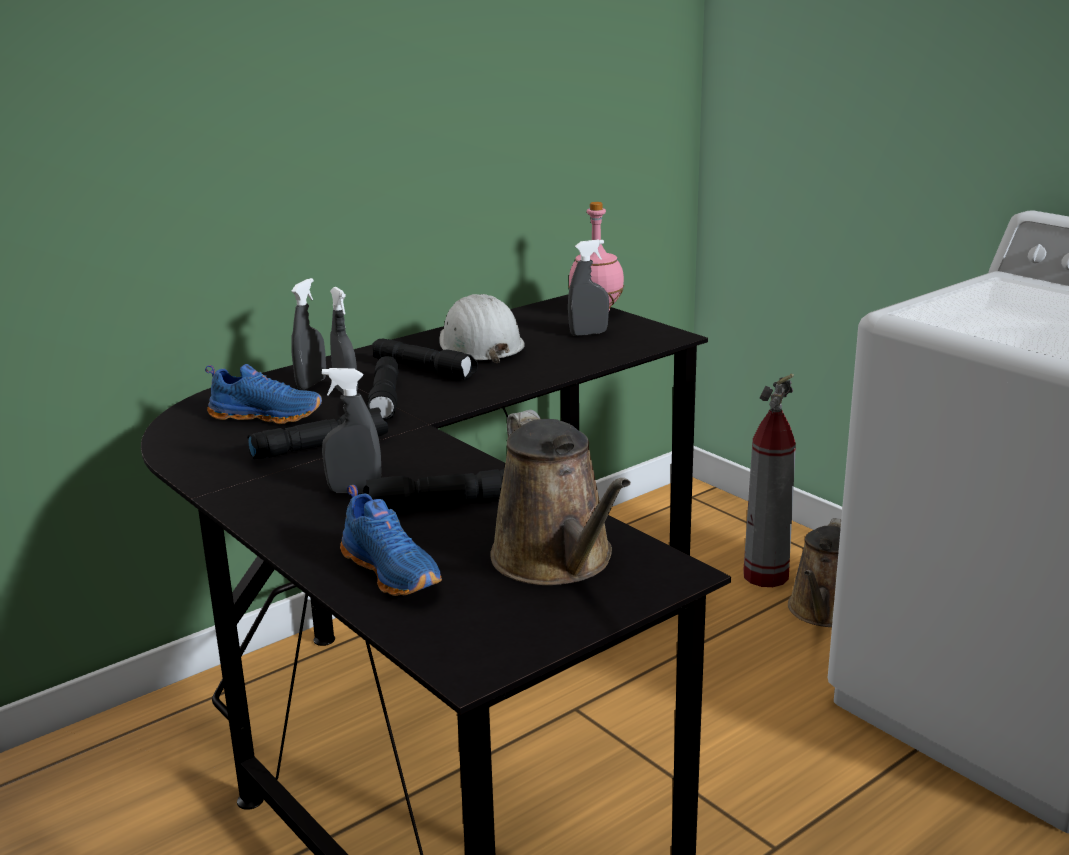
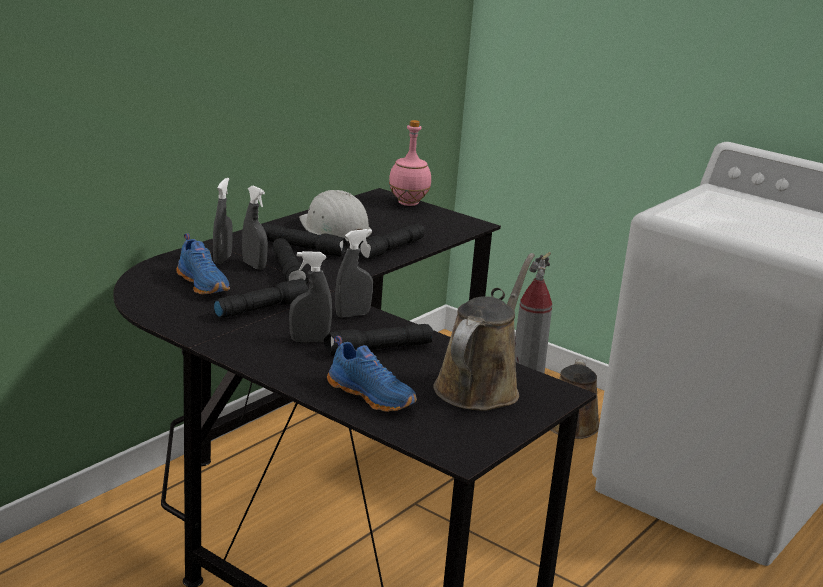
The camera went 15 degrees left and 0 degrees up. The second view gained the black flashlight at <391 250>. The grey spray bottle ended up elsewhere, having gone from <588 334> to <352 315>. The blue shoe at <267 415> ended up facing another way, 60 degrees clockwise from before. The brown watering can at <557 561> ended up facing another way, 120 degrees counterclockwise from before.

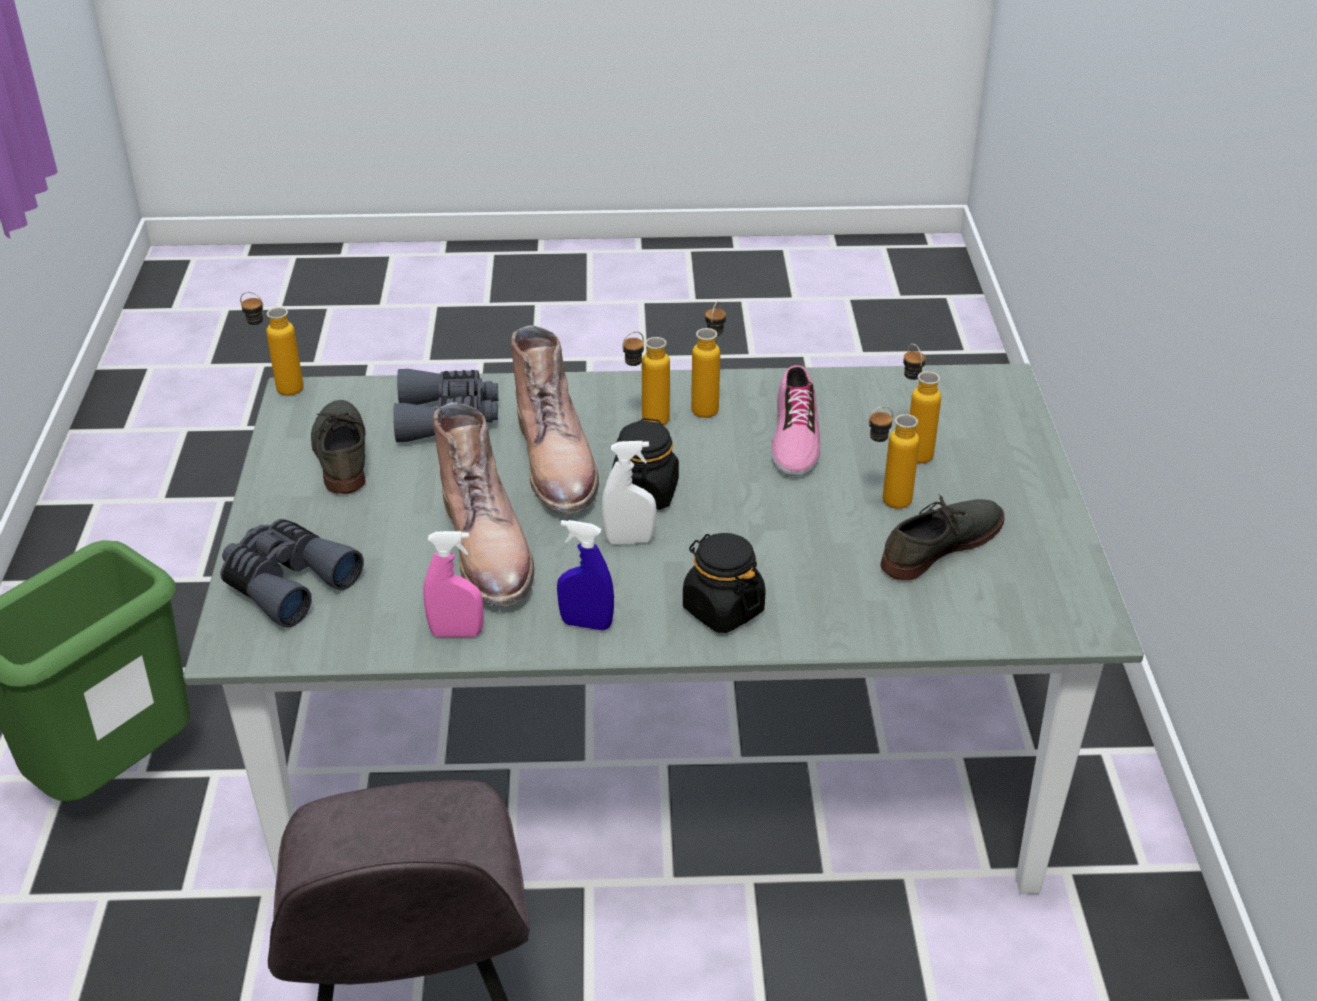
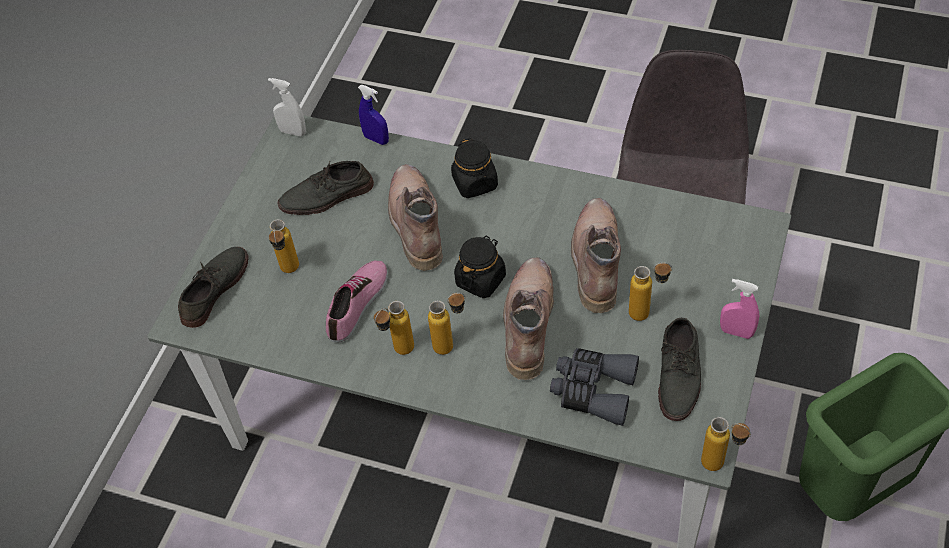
The camera went 155 degrees left and 15 degrees up. The second view lost the grey binoculars at <287 582>. The second view gained the grey shoe at <214 288>. The second view gained the brown boot at <414 222>. The pink spray bottle ended up elsewhere, having gone from <456 633> to <736 332>. The blue spray bottle ended up elsewhere, having gone from <586 624> to <376 139>. The white spray bottle ended up elsewhere, having gone from <629 540> to <293 132>. The bottle ended up elsewhere, having gone from <885 503> to <647 313>.

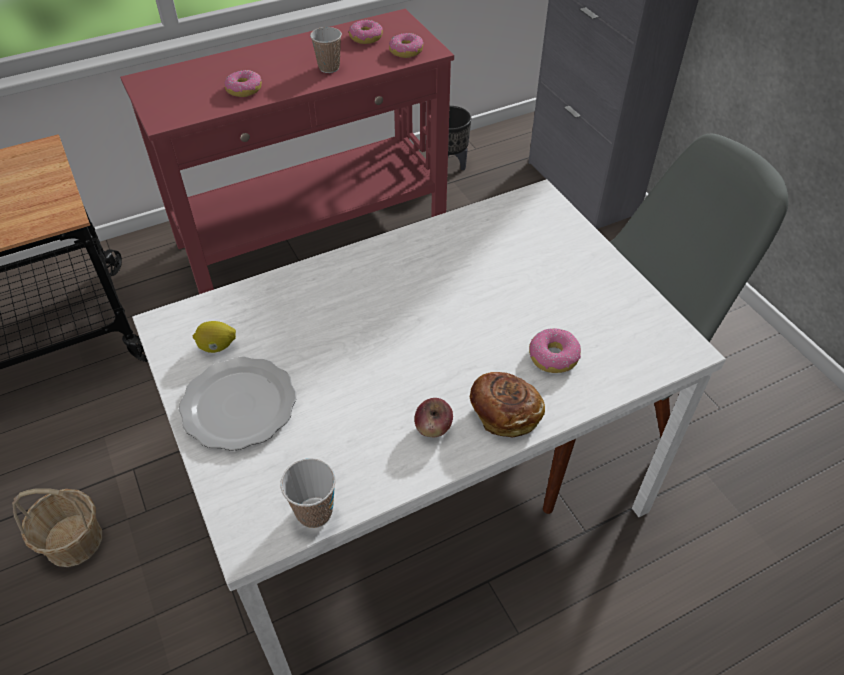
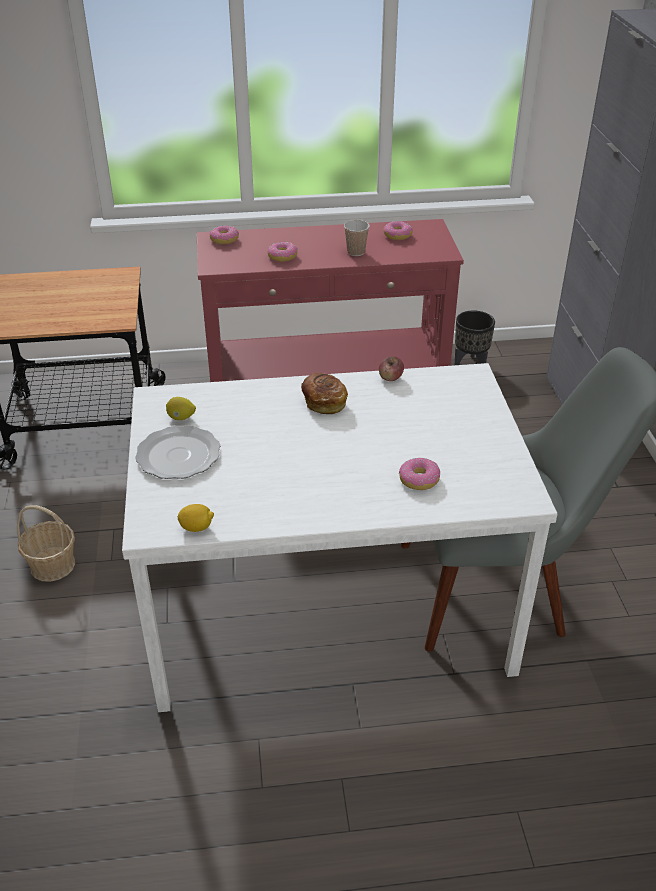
The camera went 20 degrees right and 10 degrees down. The donut ended up elsewhere, having gone from <406 51> to <224 239>. The apple ended up elsewhere, having gone from <433 428> to <390 378>. The bread ended up elsewhere, having gone from <504 414> to <324 402>. Where the cup stood at <314 512>, the lemon came to stand at <197 527>.

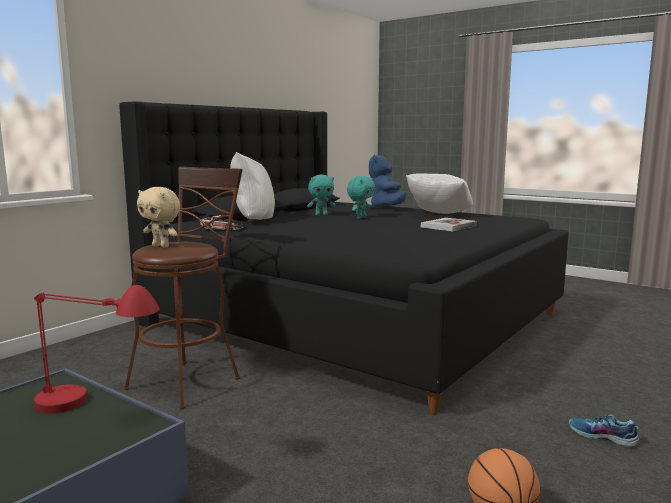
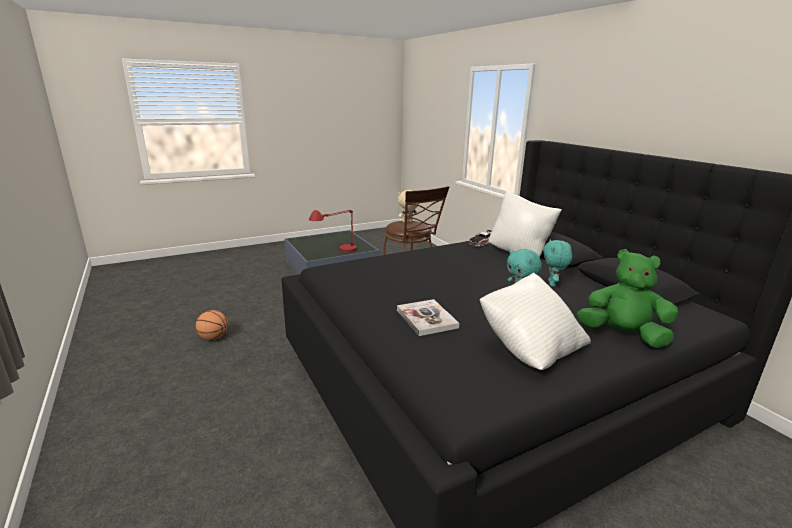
The camera went 115 degrees right and 10 degrees up. The second view lost the shoe at <602 437>. What was the blue plush toy at <386 208> turned into the green plush toy at <622 335>.

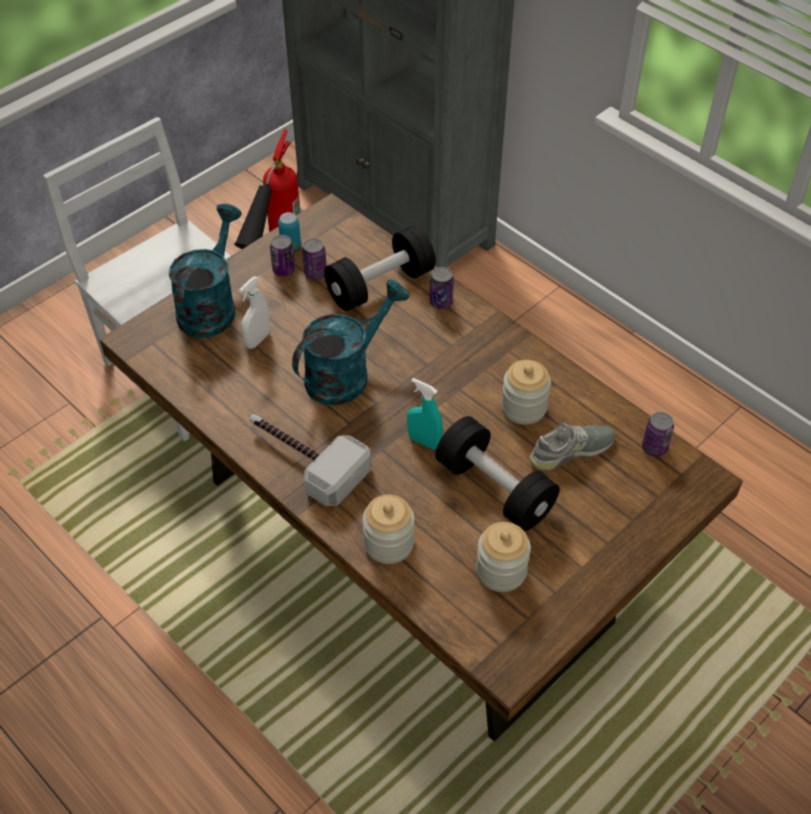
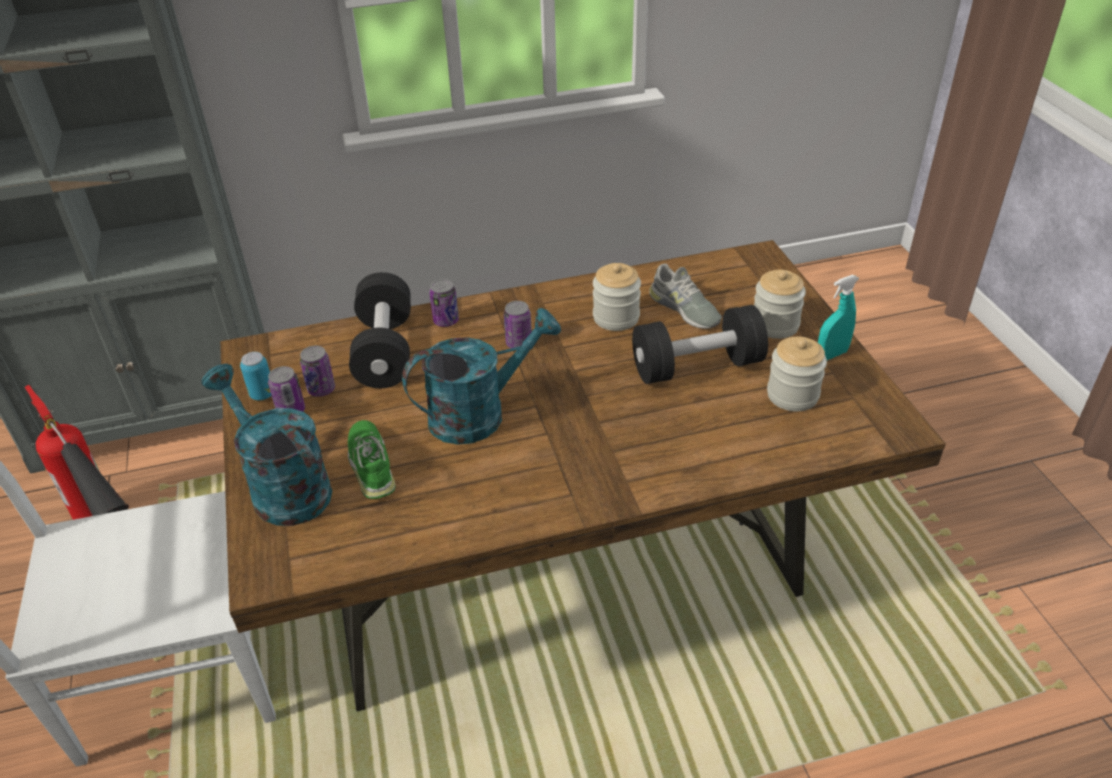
The camera went 60 degrees left and 10 degrees down. The second view lost the hammer at <303 458>. The jar ended up elsewhere, having gone from <388 543> to <775 325>. The turquoise spray bottle ended up elsewhere, having gone from <424 441> to <831 354>. The can ended up elsewhere, having gone from <654 447> to <519 343>. Where the white spray bottle stood at <257 340>, the green shoe came to stand at <372 464>. The turquoise watering can at <346 373> ended up facing another way, 75 degrees clockwise from before. The grey shoe at <571 451> ended up facing another way, 135 degrees clockwise from before.

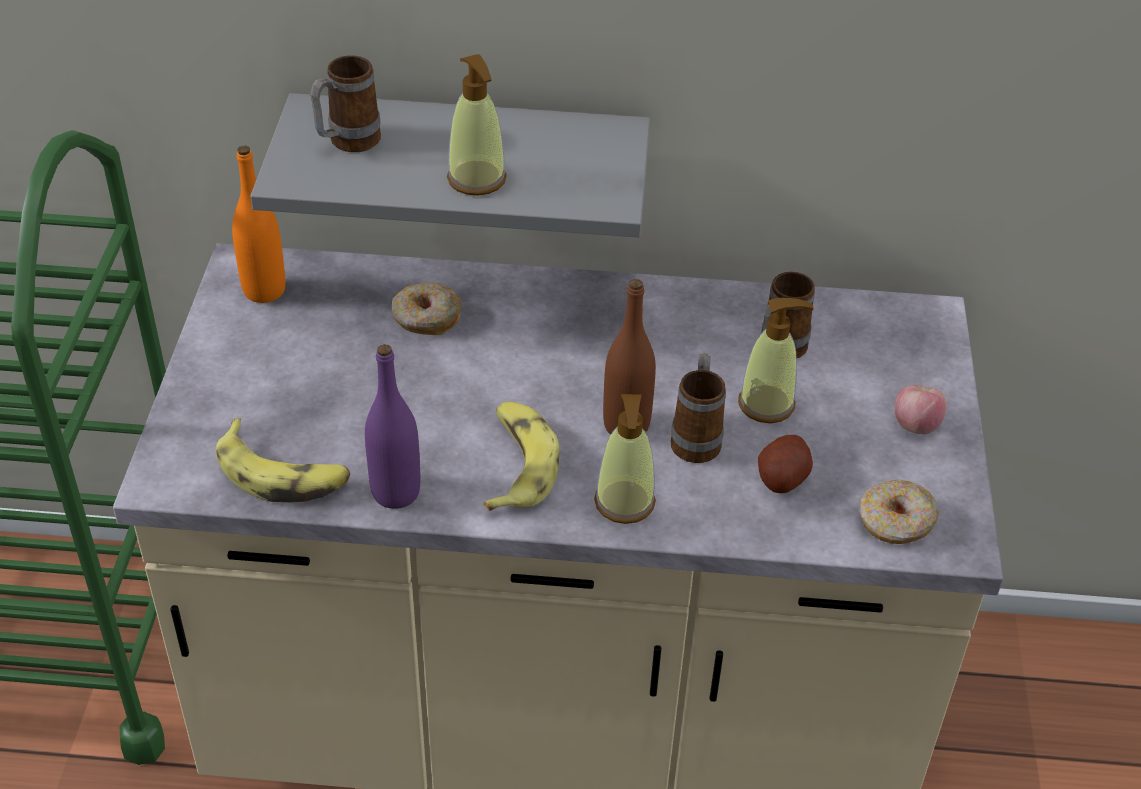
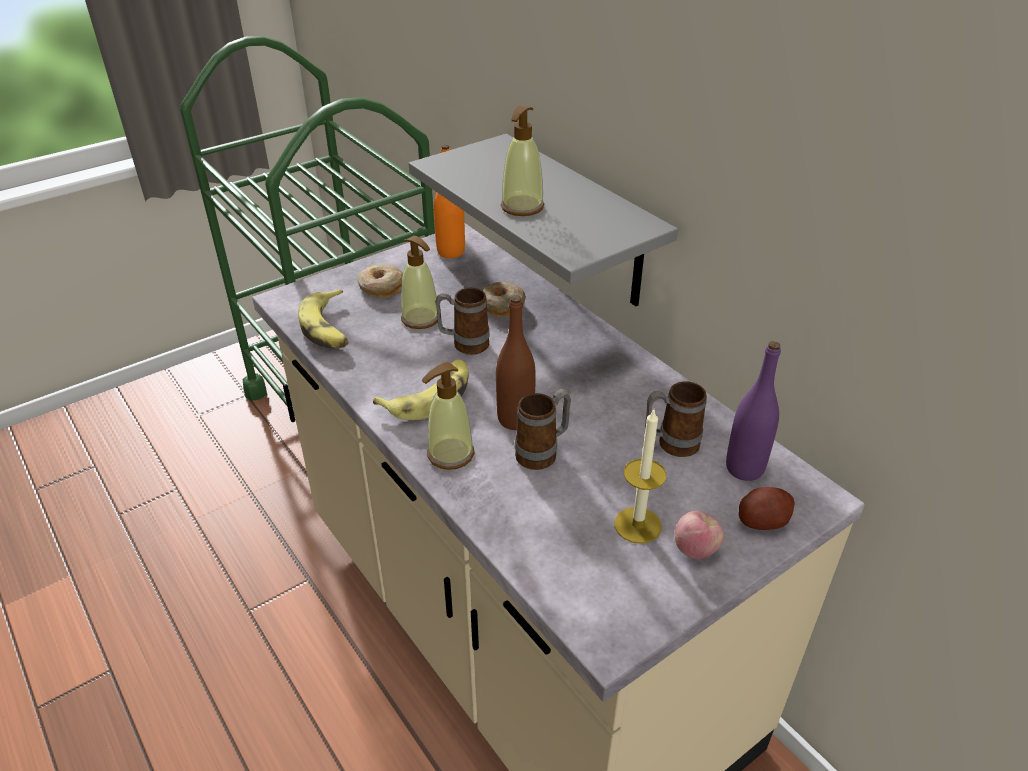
The camera went 50 degrees right and 5 degrees down. The second view gained the candle at <637 525>. The mug ended up elsewhere, having gone from <347 143> to <464 344>. The purple bottle ended up elsewhere, having gone from <396 492> to <744 468>. The soap dispenser ended up elsewhere, having gone from <767 404> to <420 319>. The potato ended up elsewhere, having gone from <782 478> to <762 521>. The donut ended up elsewhere, having gone from <895 522> to <381 287>.

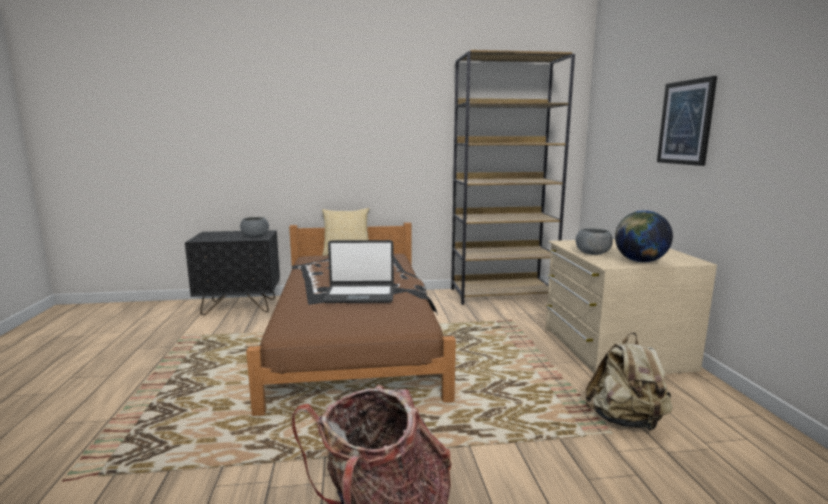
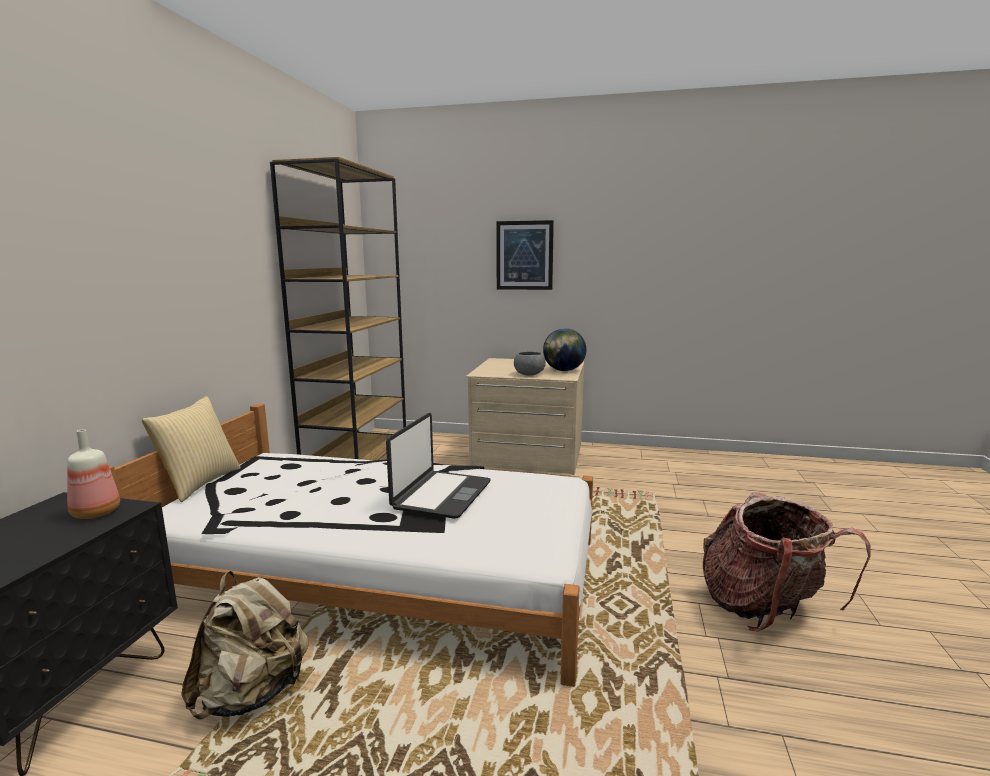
The camera went 70 degrees left and 0 degrees up. The beige backpack ended up elsewhere, having gone from <625 421> to <253 694>. Where the grey bowl stood at <255 236>, the bottle came to stand at <96 513>. What was the brown bed at <354 336> turned into the white bed at <379 573>.

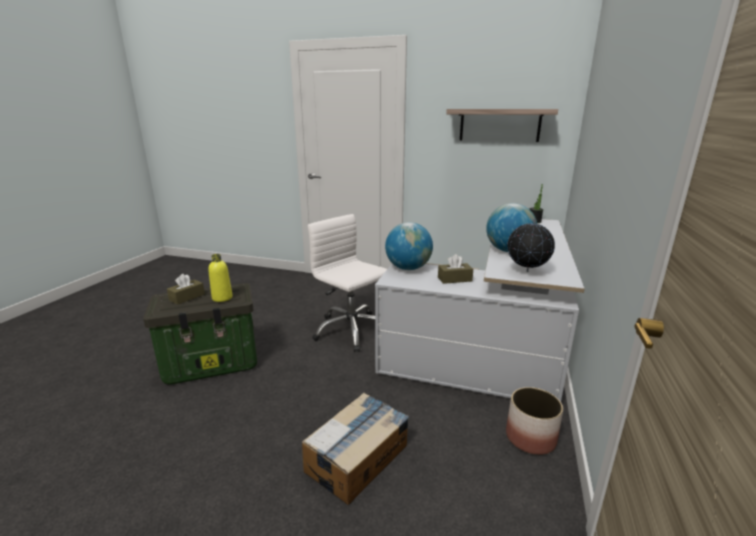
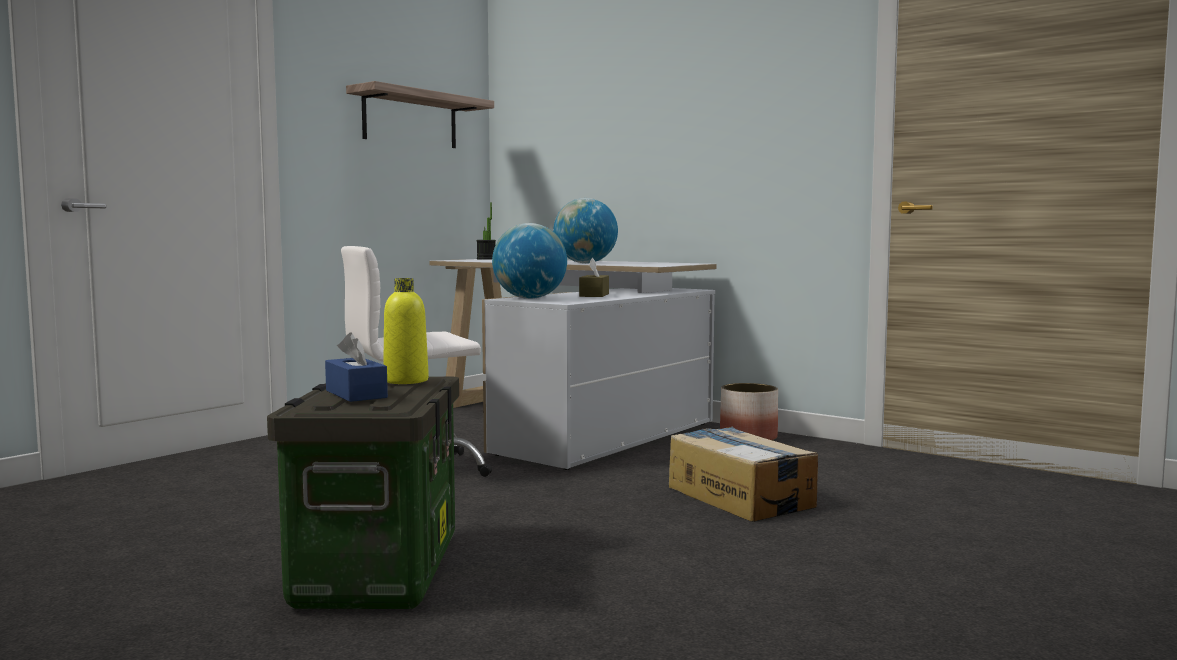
The camera went 70 degrees left and 15 degrees down. The second view lost the globe at <526 272>. What was the brown tissue box at <187 297> turned into the blue tissue box at <356 394>.

